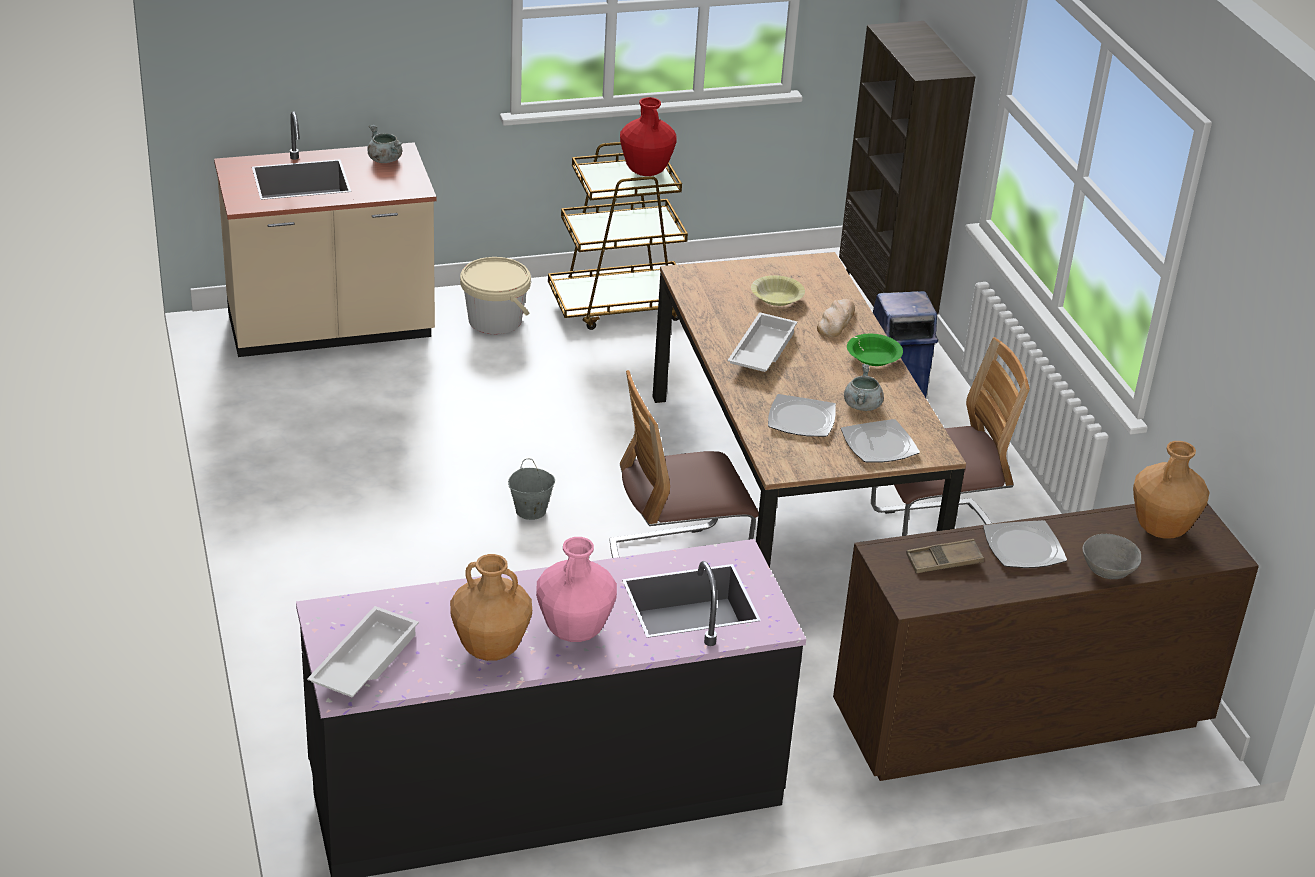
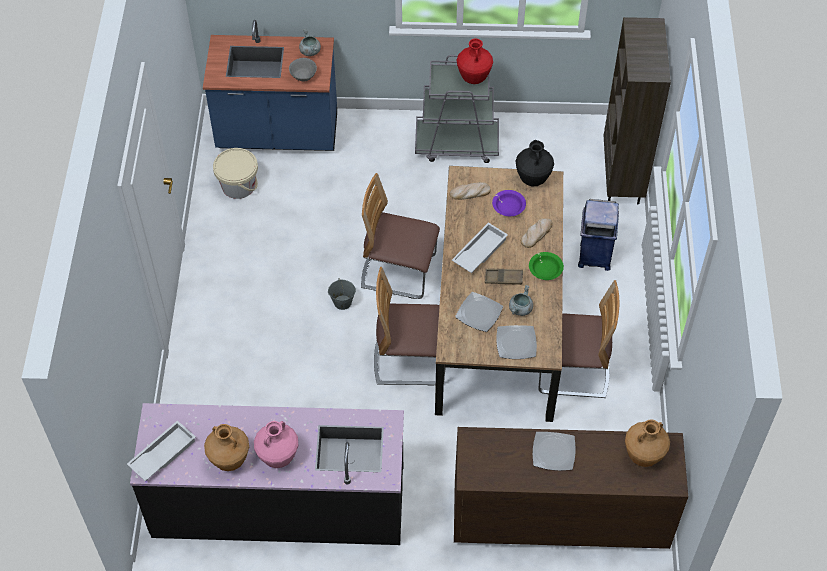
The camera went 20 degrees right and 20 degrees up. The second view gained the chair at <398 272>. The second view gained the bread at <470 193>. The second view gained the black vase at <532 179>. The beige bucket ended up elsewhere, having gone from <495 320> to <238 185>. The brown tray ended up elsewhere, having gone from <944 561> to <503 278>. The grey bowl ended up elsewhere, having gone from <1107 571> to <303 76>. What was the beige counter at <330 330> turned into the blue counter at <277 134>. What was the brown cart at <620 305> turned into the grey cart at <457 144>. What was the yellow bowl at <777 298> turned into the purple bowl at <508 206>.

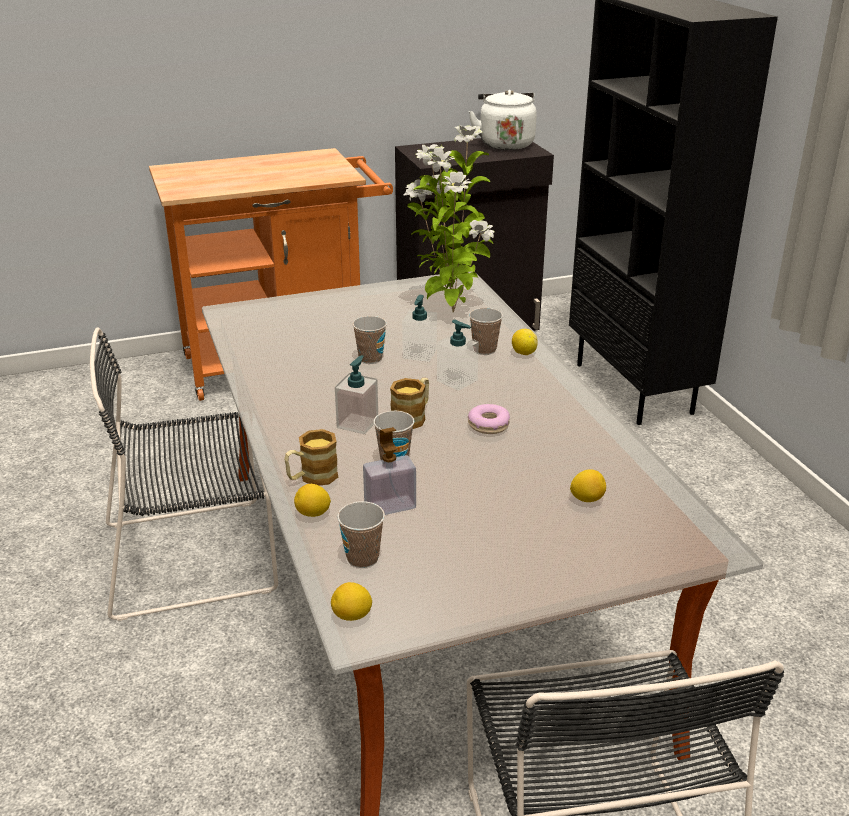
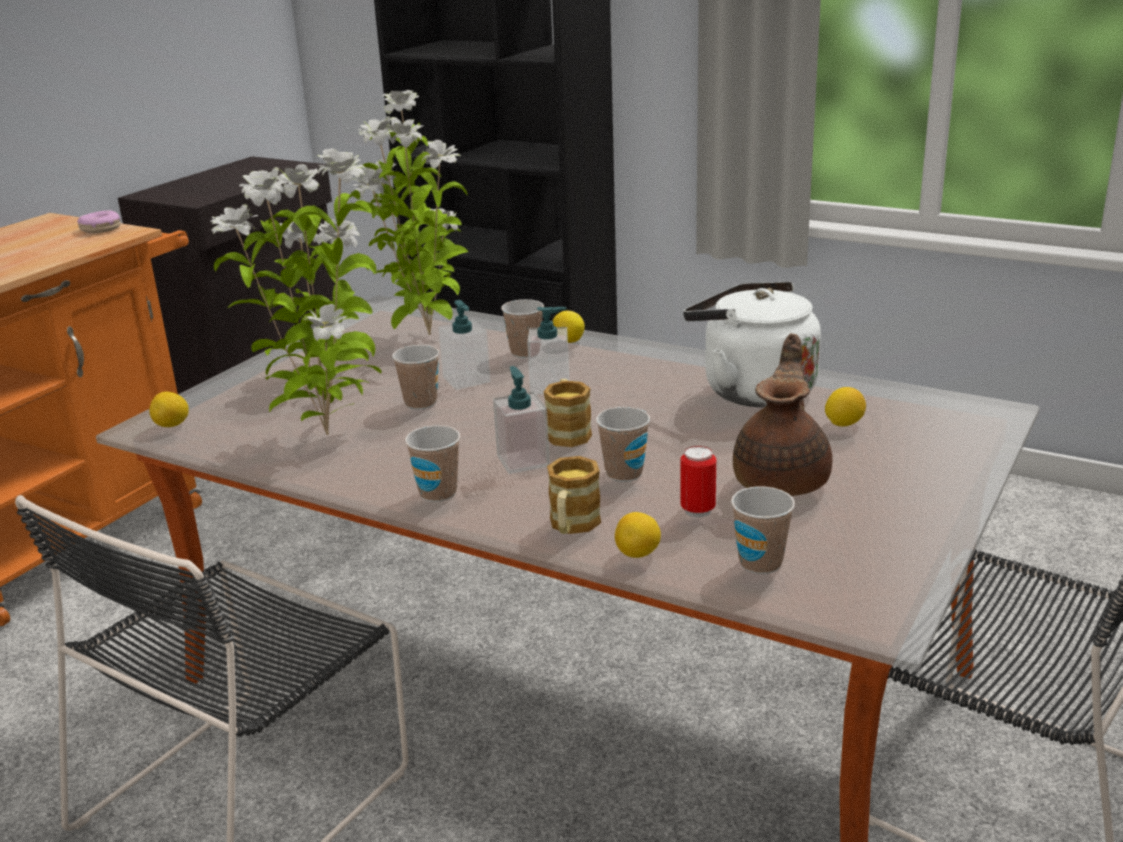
The camera went 40 degrees left and 5 degrees down. The second view gained the potted plant at <327 432>. The second view gained the cup at <438 493>. The second view gained the brown teapot at <783 480>. The lemon ended up elsewhere, having gone from <352 616> to <172 425>. The donut ended up elsewhere, having gone from <488 425> to <100 229>. The white kettle ended up elsewhere, having gone from <505 144> to <752 390>. Where the soap dispenser stood at <390 506>, the can came to stand at <697 510>.

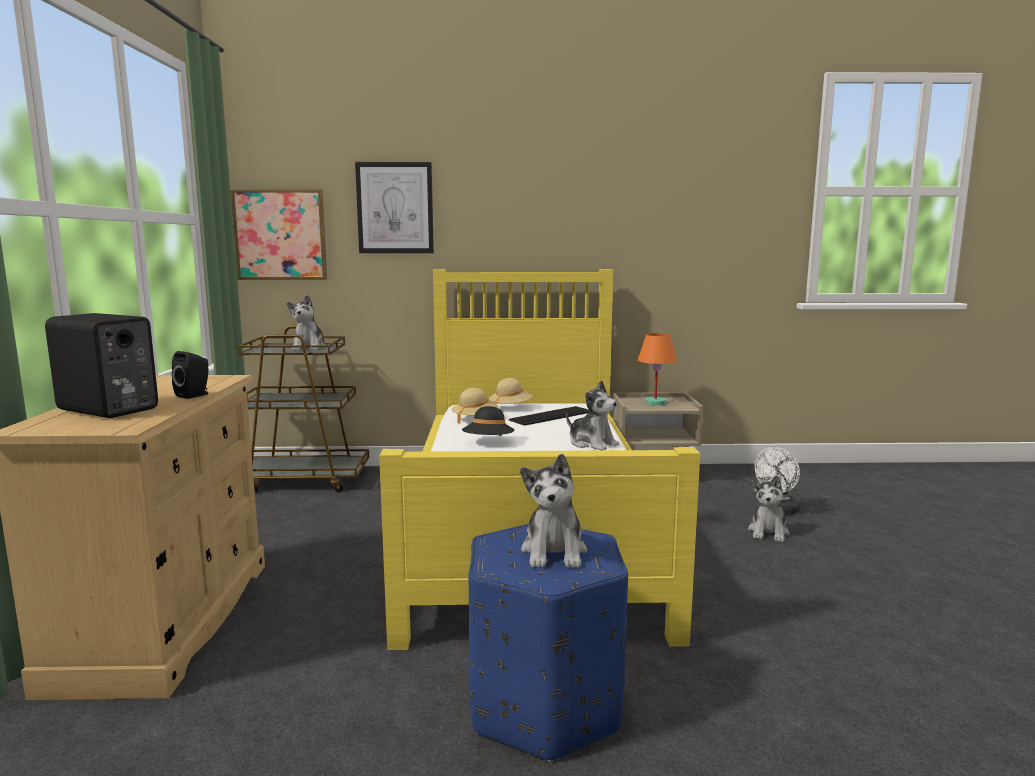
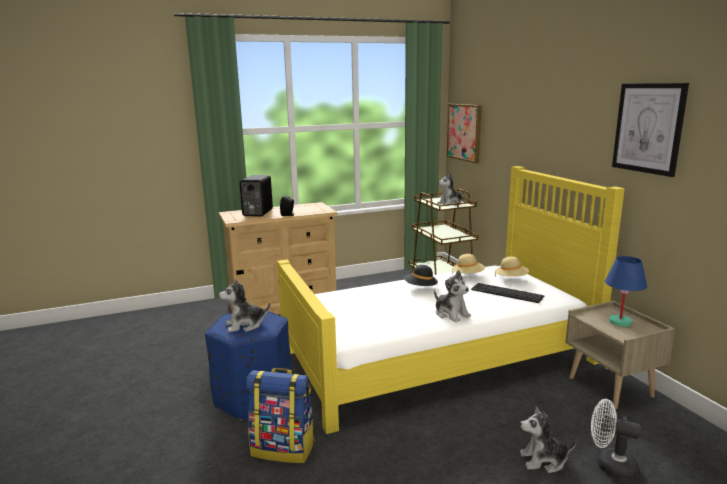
The camera went 70 degrees right and 5 degrees up. The second view gained the backpack at <283 448>. The picture ended up elsewhere, having gone from <395 208> to <648 128>. What was the orange table lamp at <655 402> turned into the blue table lamp at <620 322>. The plush toy at <592 444> ended up facing another way, 60 degrees counterclockwise from before.

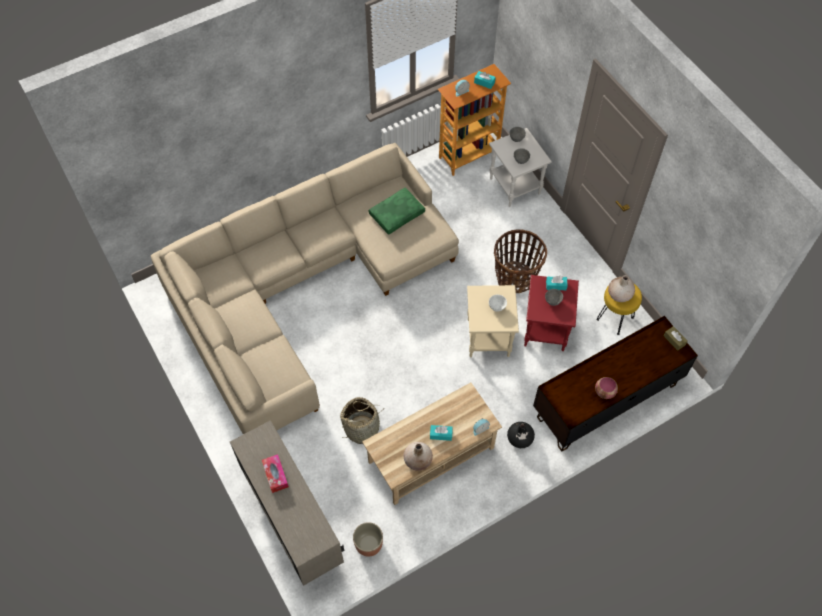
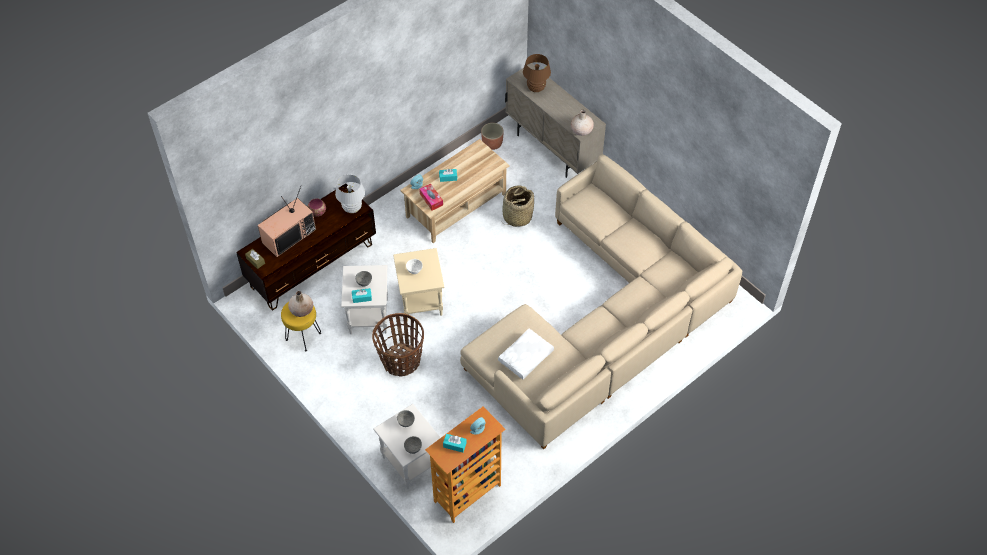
The camera went 170 degrees right and 5 degrees down. The second view lost the black vase at <519 439>. The second view gained the television at <289 235>. The second view gained the white table lamp at <352 208>. The second view gained the brown table lamp at <536 88>. The tissue box ended up elsewhere, having gone from <275 475> to <431 199>. The beige vase ended up elsewhere, having gone from <418 460> to <581 130>. What was the green pillow at <396 214> turned into the white pillow at <526 358>. What was the red side table at <546 330> turned into the white side table at <368 316>.

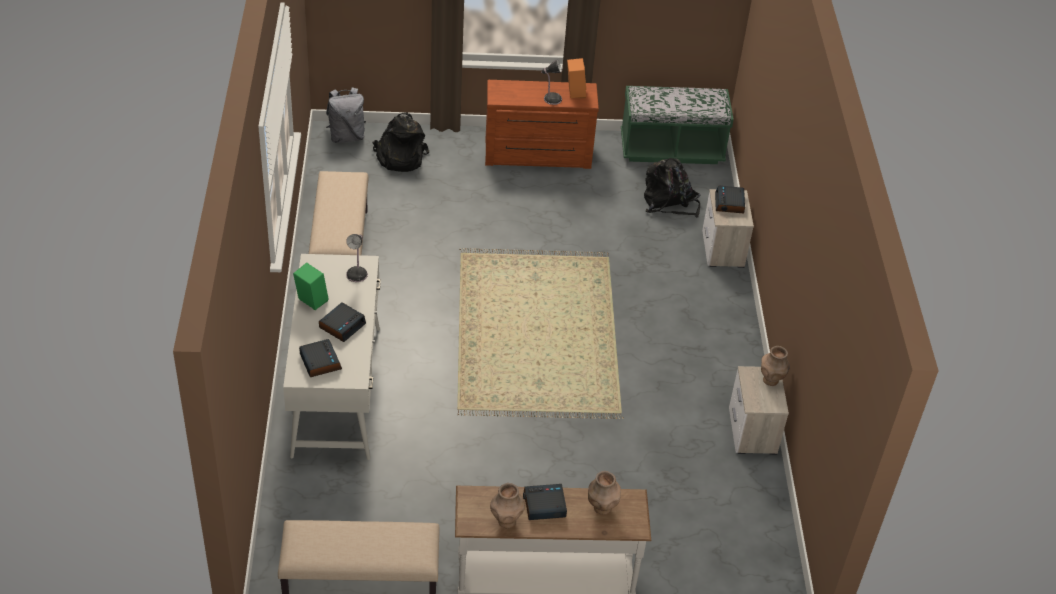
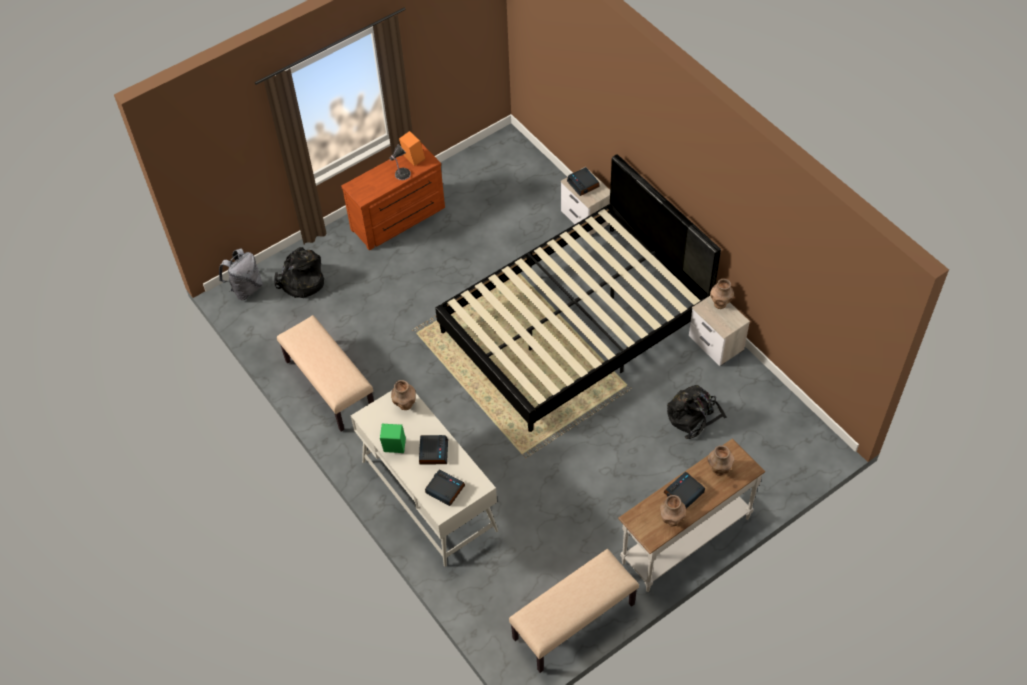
The camera went 30 degrees left and 10 degrees up. The second view lost the green bench at <671 149>. The second view gained the black bed at <575 325>. The black backpack ended up elsewhere, having gone from <669 202> to <693 416>. Where the table lamp stood at <357 273>, the brown vase came to stand at <405 405>.

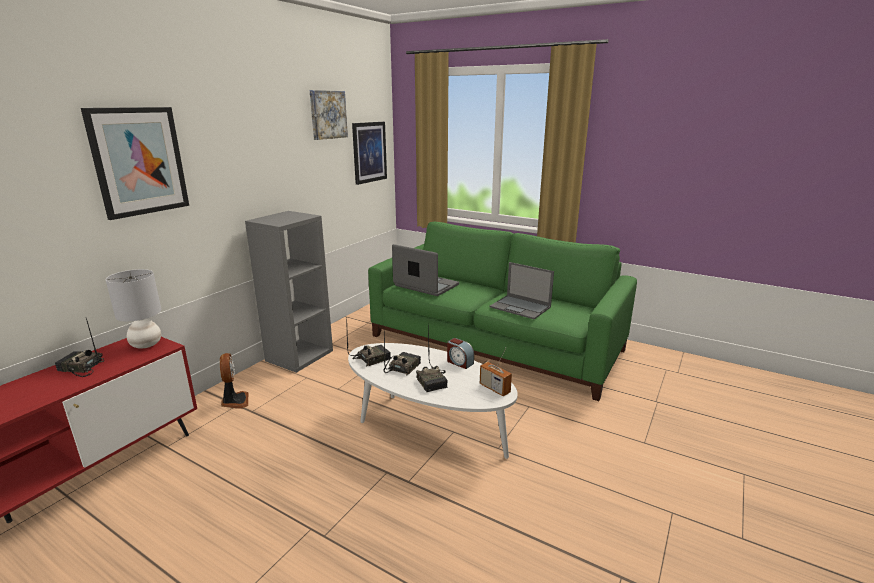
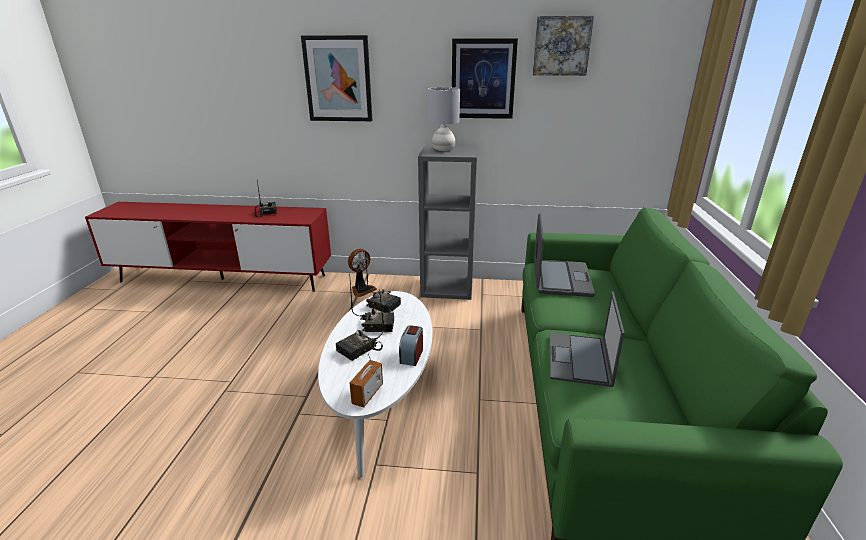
The camera went 65 degrees right and 5 degrees up. The grey table lamp ended up elsewhere, having gone from <146 345> to <443 150>. The picture ended up elsewhere, having gone from <369 152> to <483 79>.

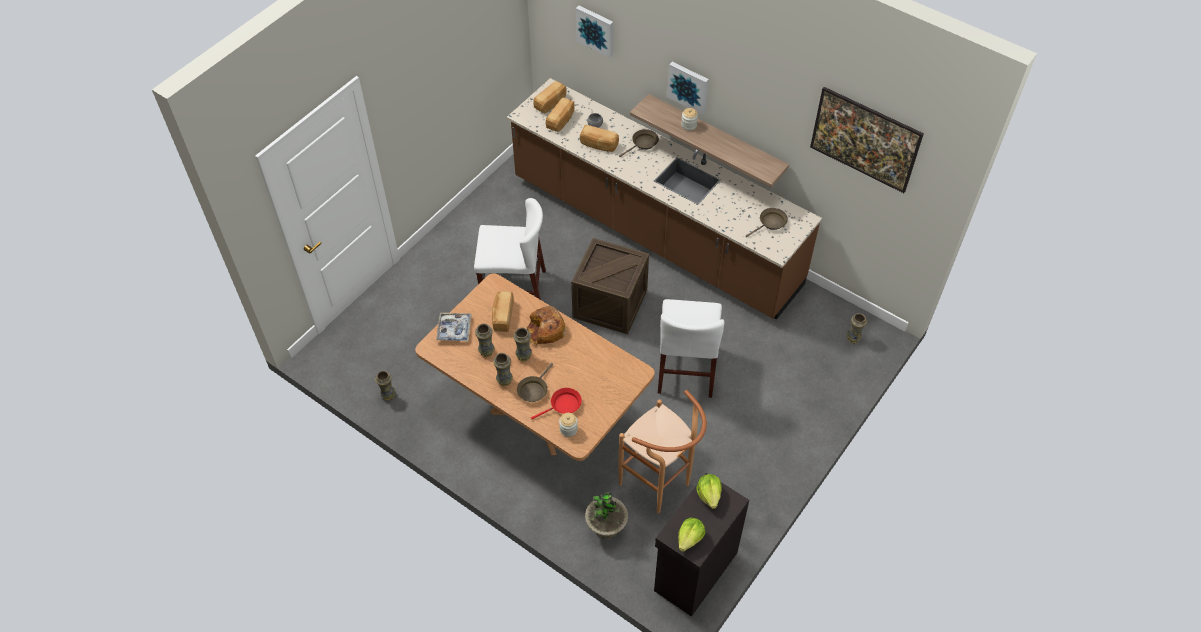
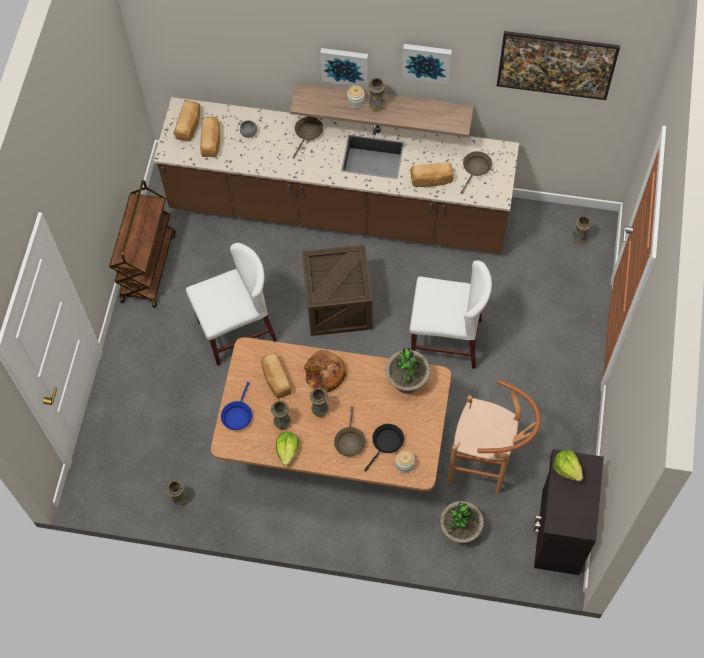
The camera went 25 degrees left and 10 degrees up. The second view gained the brown cart at <148 266>. The second view gained the potted plant at <406 382>. The vase ended up elsewhere, having gone from <504 380> to <376 106>. The picture ended up elsewhere, having gone from <596 30> to <427 61>. The bread ended up elsewhere, having gone from <598 145> to <431 180>. The lettuce ended up elsewhere, having gone from <690 538> to <287 450>. Where the tray stood at <454 329>, the blue frying pan came to stand at <237 415>. What was the red frying pan at <563 405> turned into the black frying pan at <386 443>. The white chair at <686 369> ended up facing another way, 60 degrees counterclockwise from before.

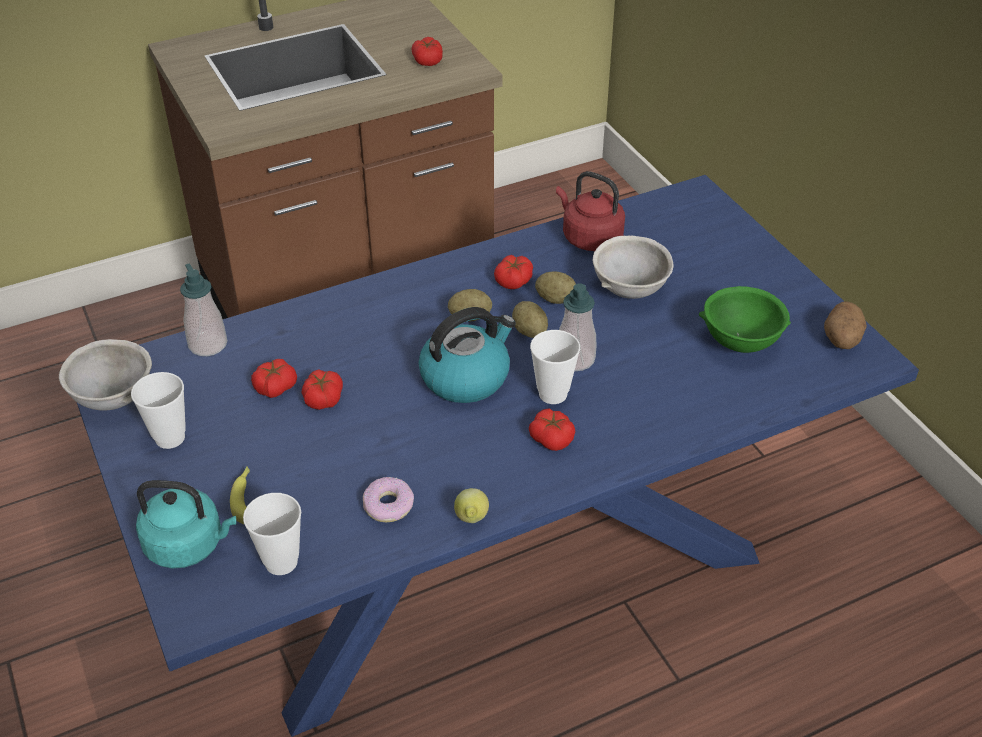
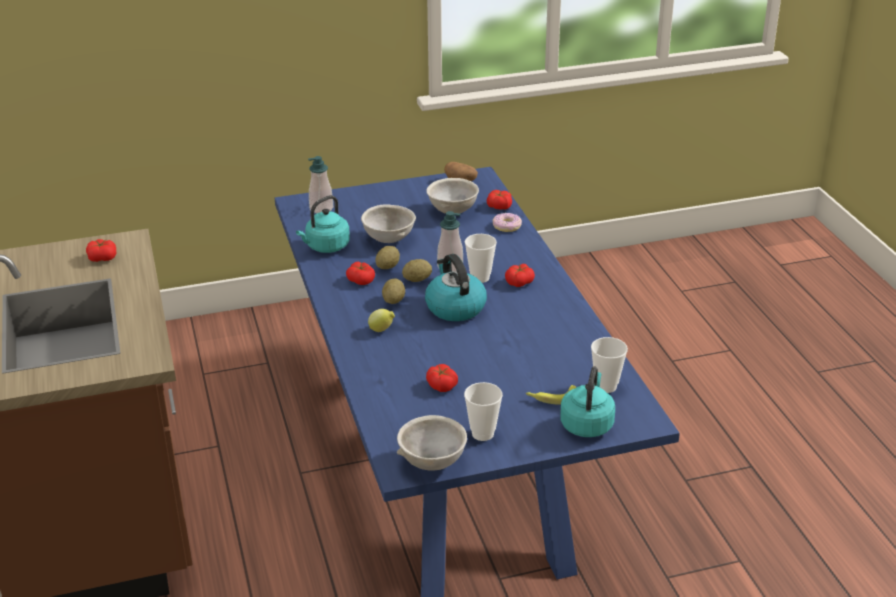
The camera went 80 degrees left and 10 degrees down. The soap dispenser ended up elsewhere, having gone from <208 344> to <321 208>. The tomato ended up elsewhere, having gone from <323 398> to <499 206>. The donut ended up elsewhere, having gone from <389 505> to <507 226>. The lemon ended up elsewhere, having gone from <471 520> to <382 330>. What was the red kettle at <589 237> turned into the turquoise kettle at <326 247>. What was the green bowl at <740 341> turned into the grey bowl at <452 211>.

